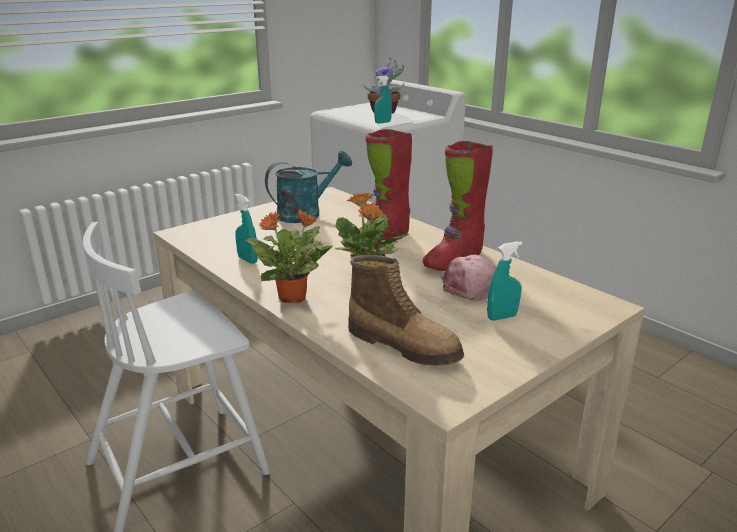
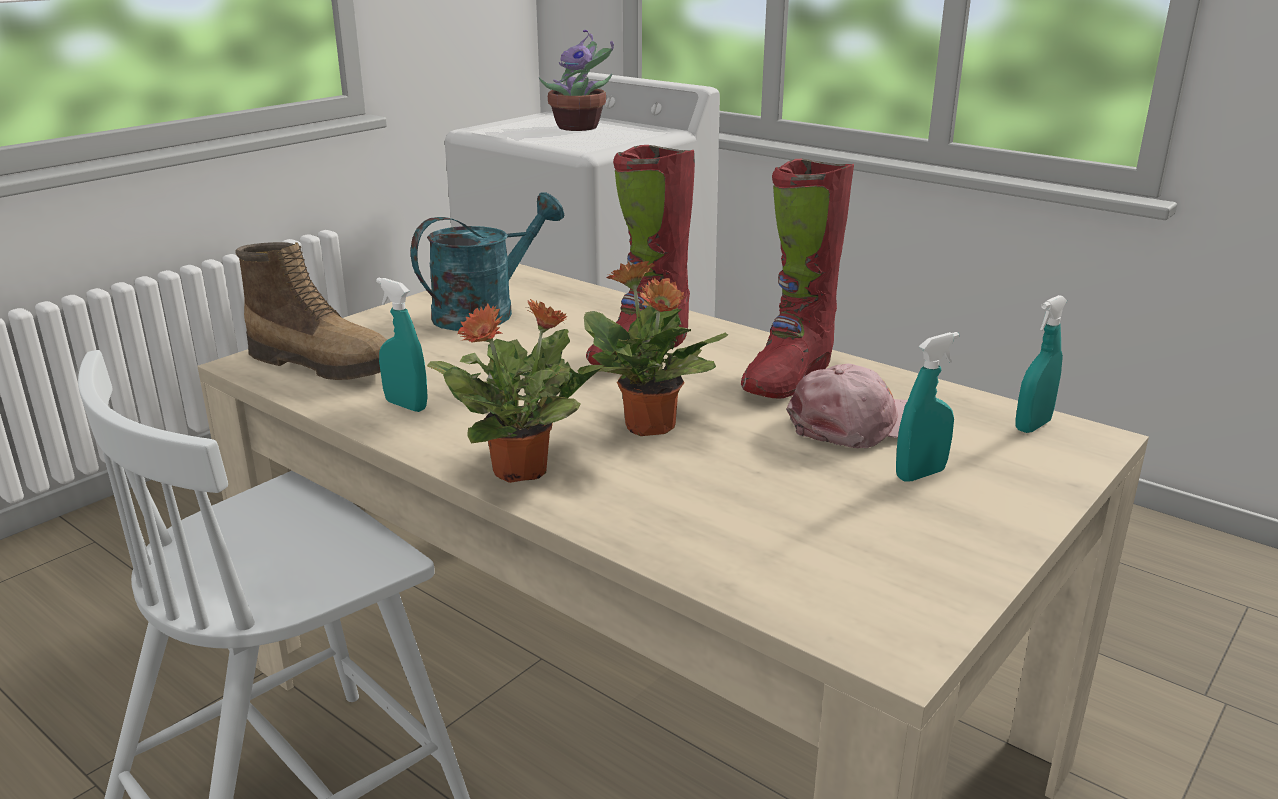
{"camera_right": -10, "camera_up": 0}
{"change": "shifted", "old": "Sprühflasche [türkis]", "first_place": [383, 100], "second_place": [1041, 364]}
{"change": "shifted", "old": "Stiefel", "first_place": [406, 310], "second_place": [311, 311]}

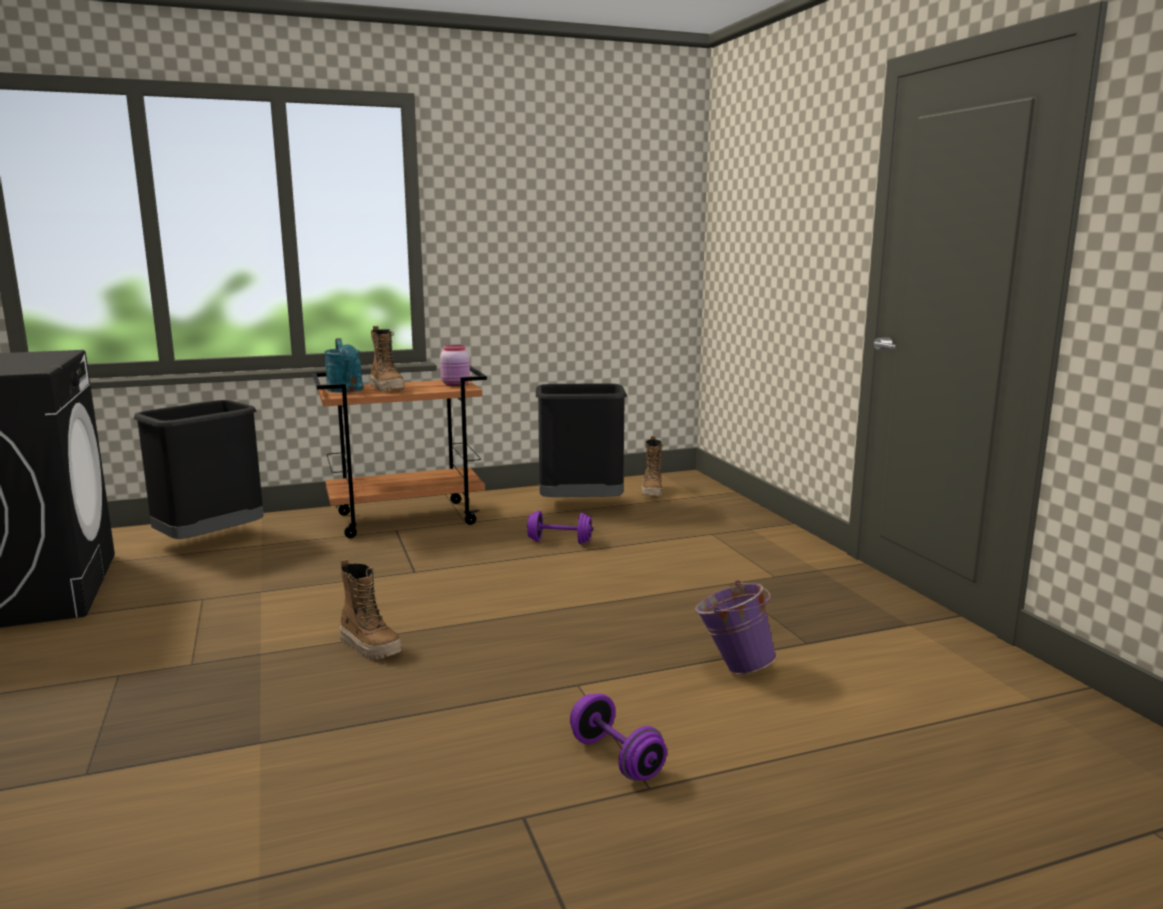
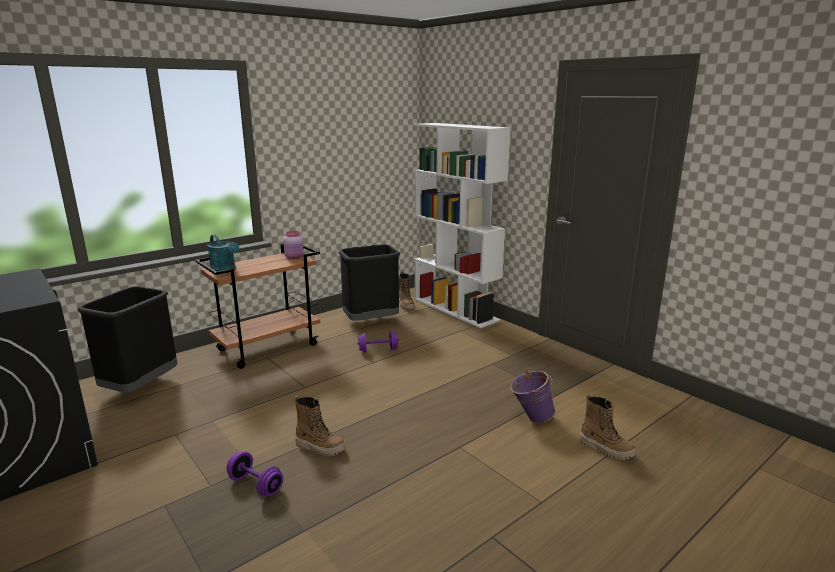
{"camera_right": -20, "camera_up": 5}
{"change": "shifted", "old": "Stiefel", "first_place": [387, 358], "second_place": [608, 427]}
{"change": "shifted", "old": "Hantel [lila]", "first_place": [618, 737], "second_place": [254, 474]}
{"change": "new", "new": "Bücherregal [weiß]", "second_place": [462, 225]}

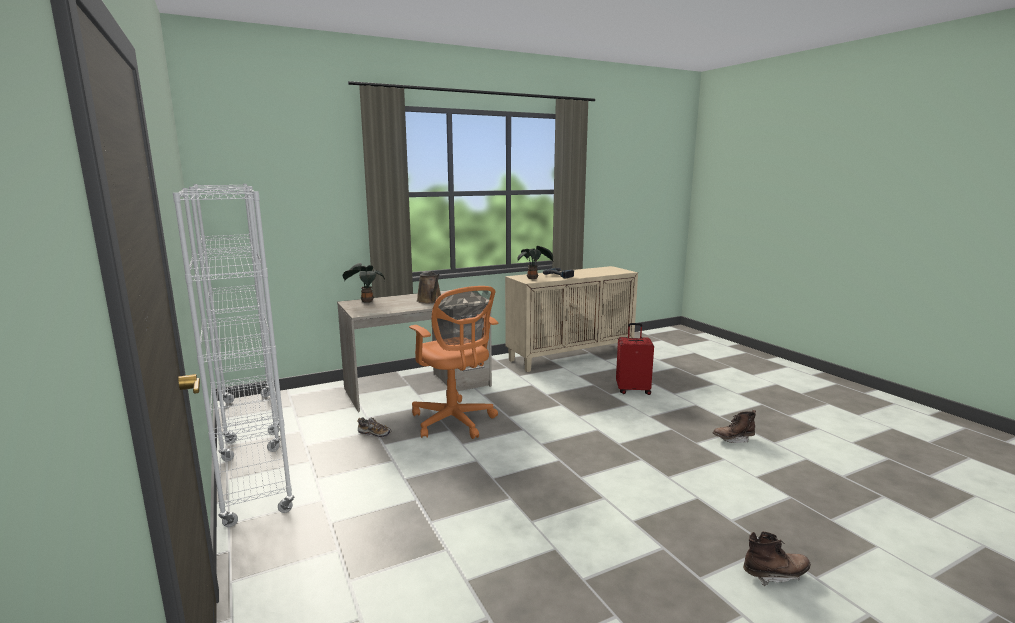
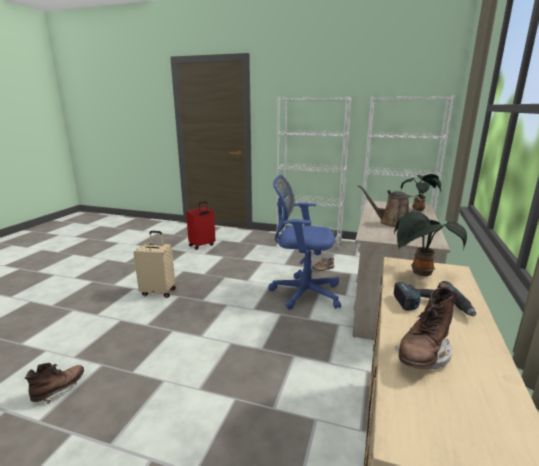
{"camera_right": 135, "camera_up": 5}
{"change": "repainted", "old": "Bürostuhl [orange]", "new": "Bürostuhl [blau]", "first_place": [454, 362], "second_place": [304, 242]}
{"change": "shifted", "old": "Koffer [rot]", "first_place": [635, 359], "second_place": [200, 225]}
{"change": "shifted", "old": "Stiefel [braun]", "first_place": [777, 558], "second_place": [426, 326]}
{"change": "new", "new": "Koffer [beige]", "second_place": [155, 264]}

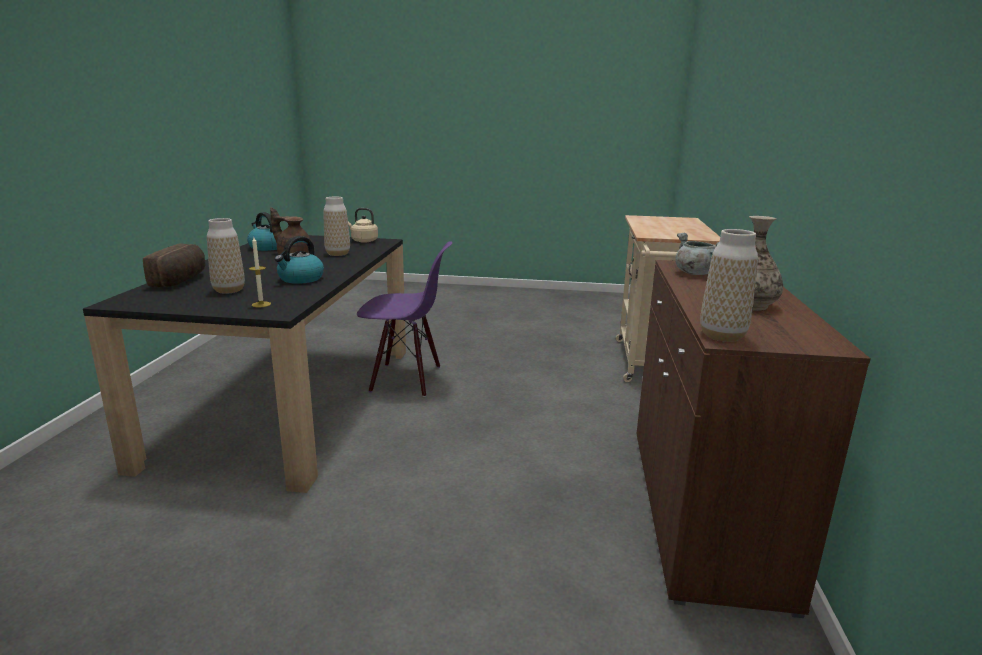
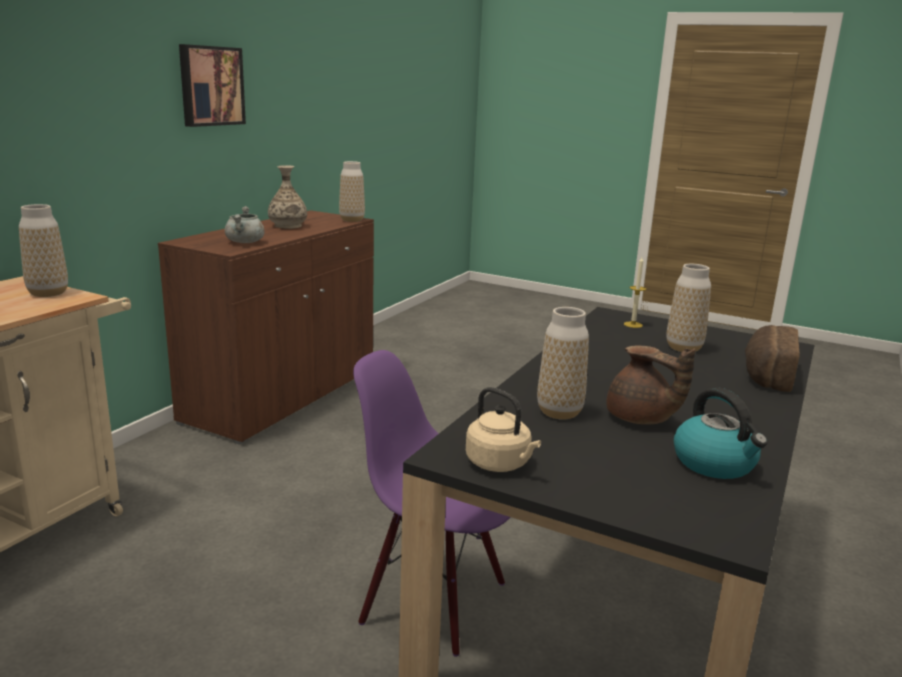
{"camera_right": -160, "camera_up": 0}
{"change": "gone", "old": "Wasserkessel", "first_place": [299, 260]}
{"change": "new", "new": "Bild", "second_place": [212, 85]}
{"change": "new", "new": "Vase", "second_place": [43, 250]}

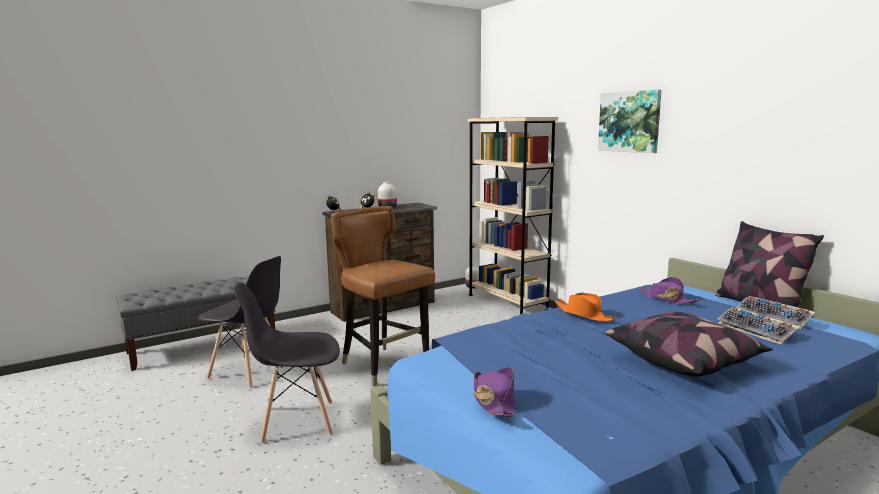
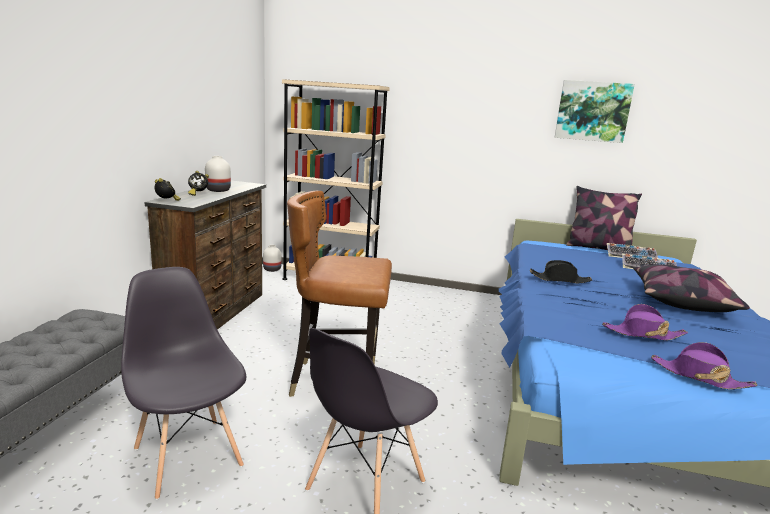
{"camera_right": -45, "camera_up": 5}
{"change": "shifted", "old": "Bild", "first_place": [629, 121], "second_place": [595, 111]}
{"change": "rotated", "old": "Stuhl [grau]", "first_place": [239, 322], "second_place": [183, 383], "degrees": -105}
{"change": "shifted", "old": "Hut [lila]", "first_place": [669, 290], "second_place": [645, 322]}
{"change": "repainted", "old": "Hut [orange]", "new": "Hut [schwarz]", "first_place": [585, 307], "second_place": [561, 271]}

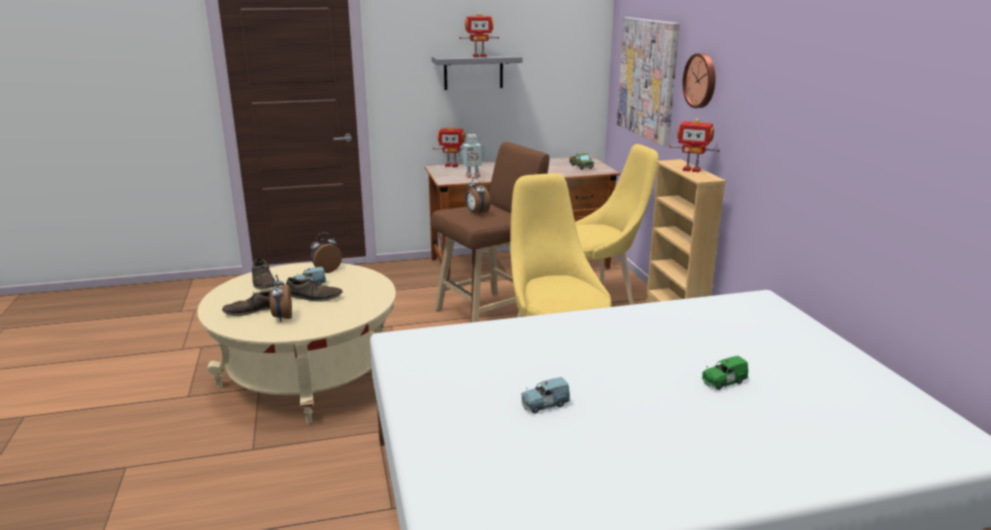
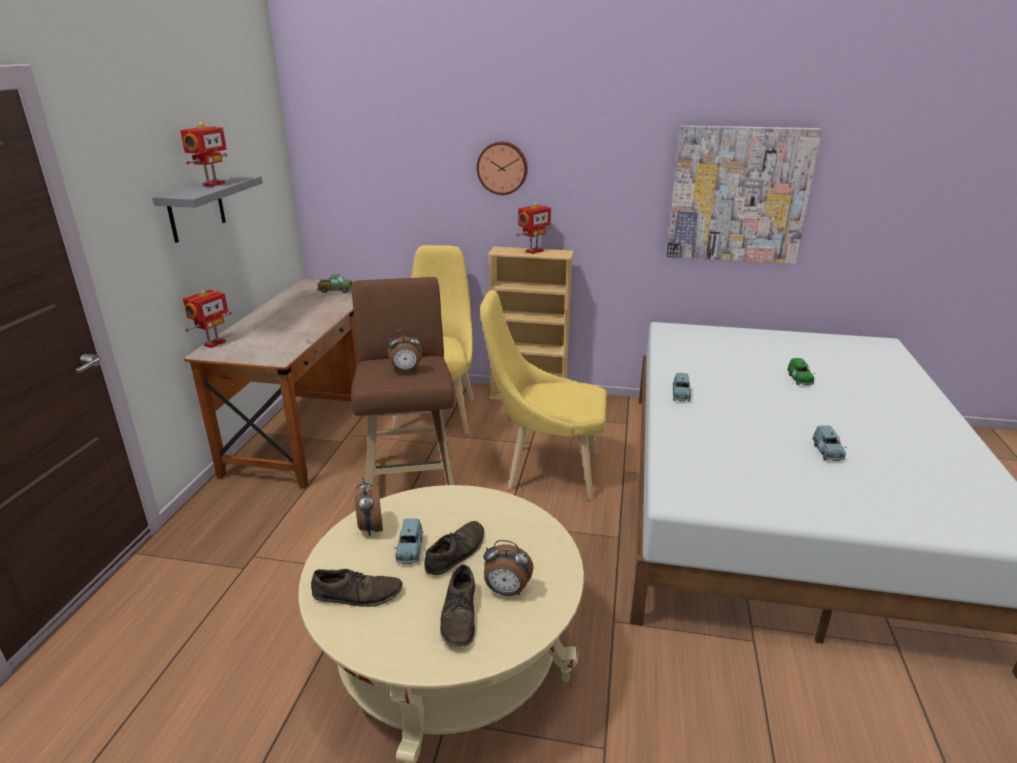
{"camera_right": -65, "camera_up": 5}
{"change": "shifted", "old": "Bild", "first_place": [648, 81], "second_place": [744, 194]}
{"change": "gone", "old": "Spielzeugroboter", "first_place": [471, 156]}
{"change": "new", "new": "Spielzeugauto [blau]", "second_place": [682, 387]}

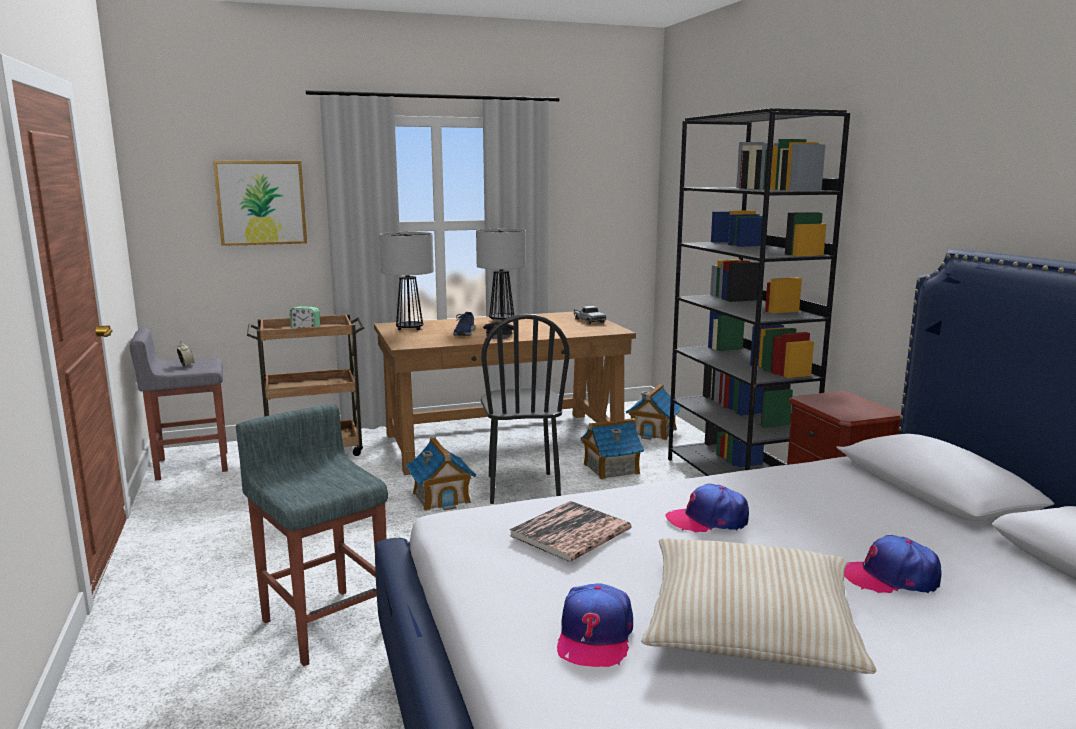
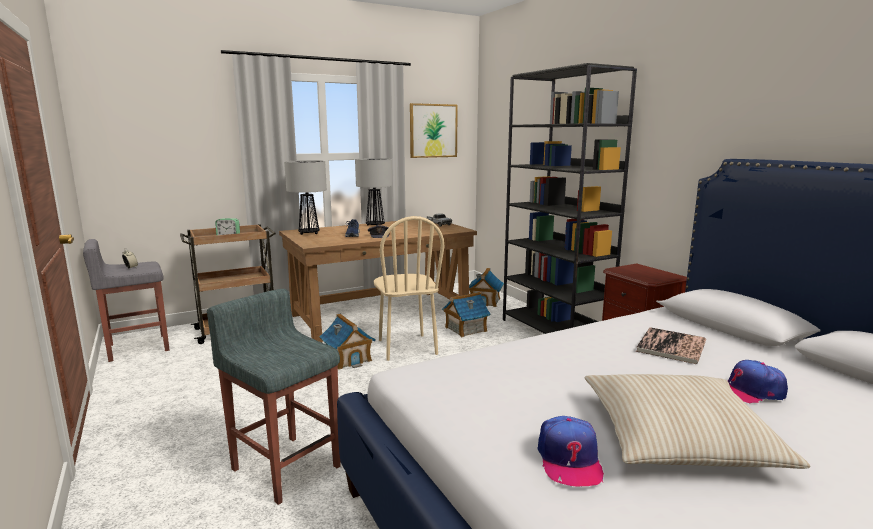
{"camera_right": -10, "camera_up": 0}
{"change": "shifted", "old": "Bild", "first_place": [260, 203], "second_place": [434, 130]}
{"change": "repainted", "old": "Stuhl [schwarz]", "new": "Stuhl [beige]", "first_place": [525, 409], "second_place": [409, 288]}
{"change": "gone", "old": "Kappe", "first_place": [707, 508]}
{"change": "shifted", "old": "Buch", "first_place": [570, 531], "second_place": [671, 345]}

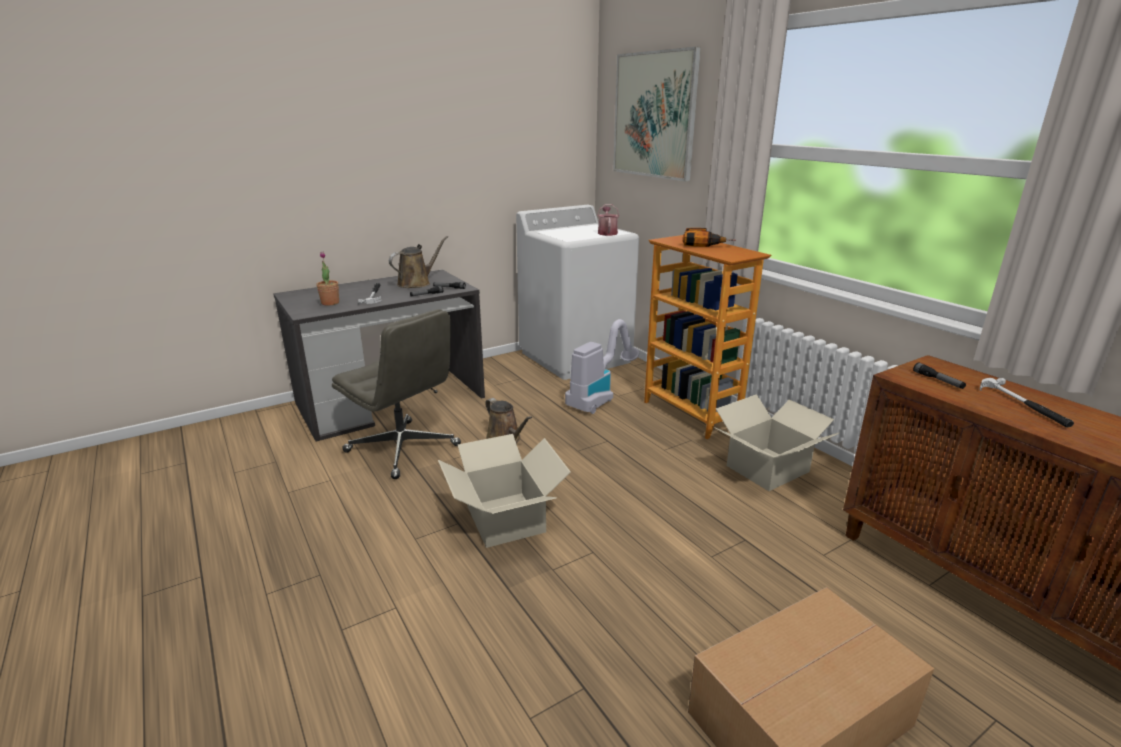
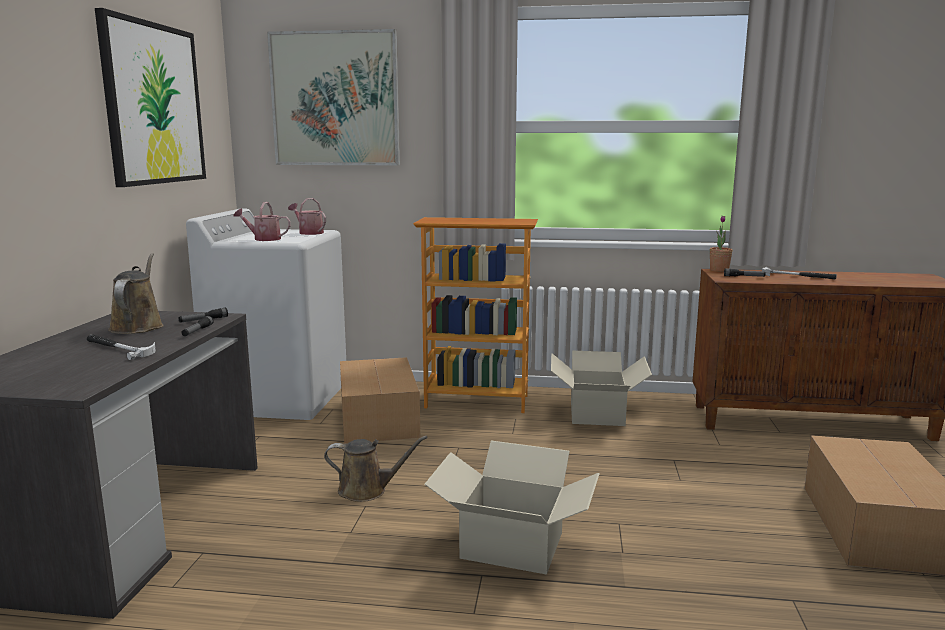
{"camera_right": -50, "camera_up": -10}
{"change": "gone", "old": "Bohrmaschine", "first_place": [709, 237]}
{"change": "shifted", "old": "Topfpflanze", "first_place": [327, 278], "second_place": [721, 244]}
{"change": "gone", "old": "Bürostuhl [grau]", "first_place": [396, 394]}
{"change": "swapped", "old": "Staubsauger", "new": "Karton", "first_place": [602, 366], "second_place": [380, 400]}
{"change": "new", "new": "Bild", "second_place": [150, 97]}
{"change": "new", "new": "Gießkanne", "second_place": [262, 221]}

